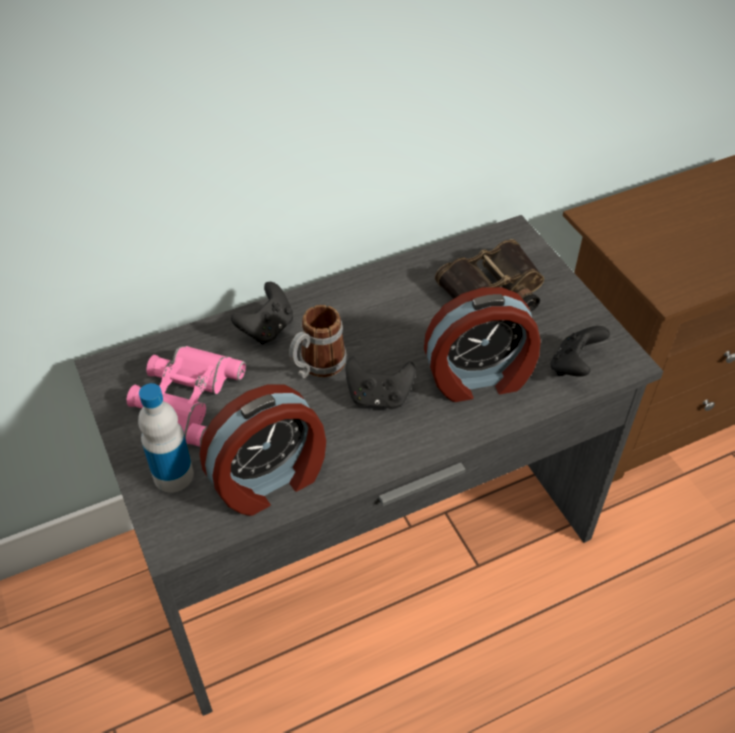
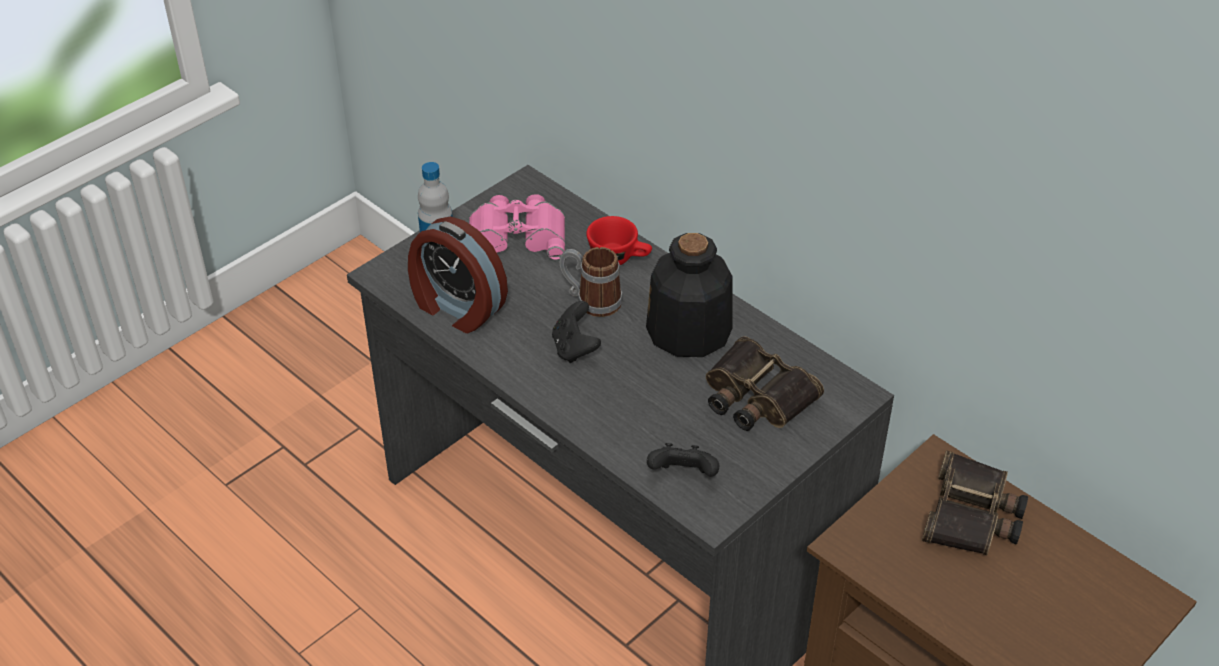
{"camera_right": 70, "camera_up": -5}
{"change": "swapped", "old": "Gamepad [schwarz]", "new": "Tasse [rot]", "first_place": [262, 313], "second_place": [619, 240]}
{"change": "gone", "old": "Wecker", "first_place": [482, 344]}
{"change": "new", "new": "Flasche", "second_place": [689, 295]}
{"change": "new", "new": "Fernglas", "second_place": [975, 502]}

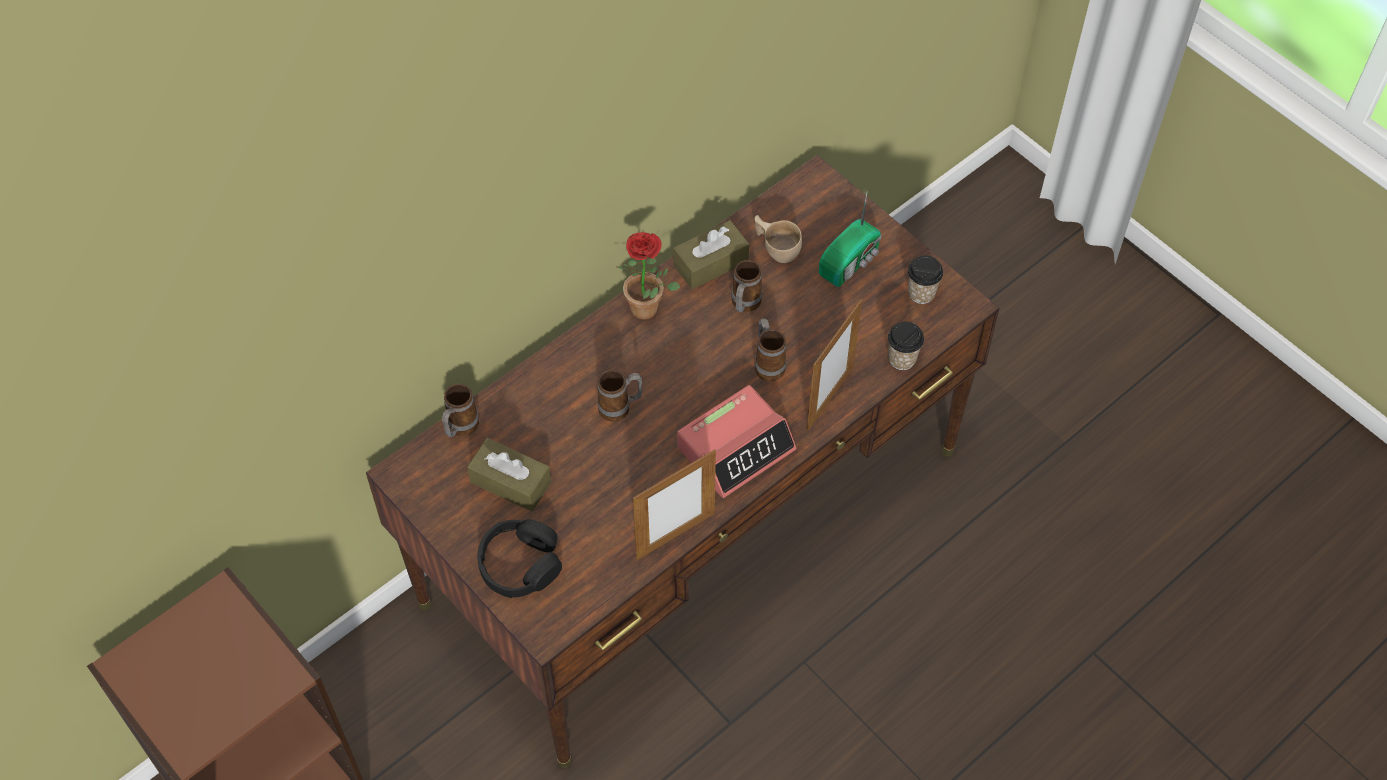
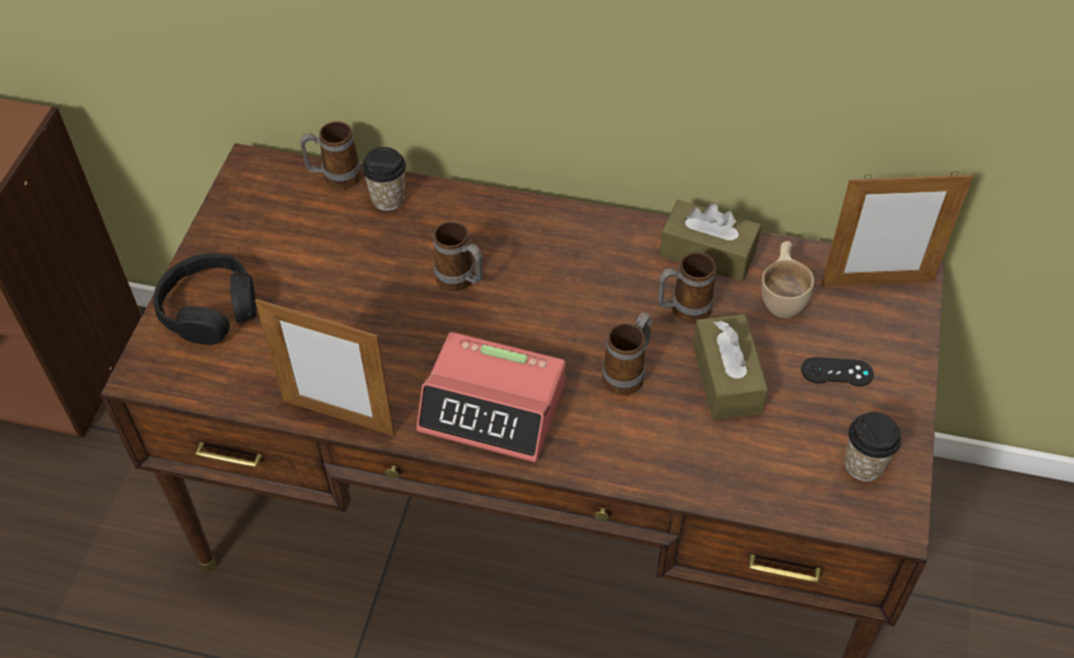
{"camera_right": 55, "camera_up": -5}
{"change": "swapped", "old": "Radio", "new": "Gamepad [schwarz]", "first_place": [850, 238], "second_place": [837, 371]}
{"change": "gone", "old": "Topfpflanze", "first_place": [648, 276]}
{"change": "shifted", "old": "Bilderrahmen", "first_place": [834, 365], "second_place": [897, 229]}
{"change": "shifted", "old": "Tasse", "first_place": [906, 345], "second_place": [384, 179]}
{"change": "shifted", "old": "Taschentuchbox [braun]", "first_place": [509, 475], "second_place": [730, 366]}

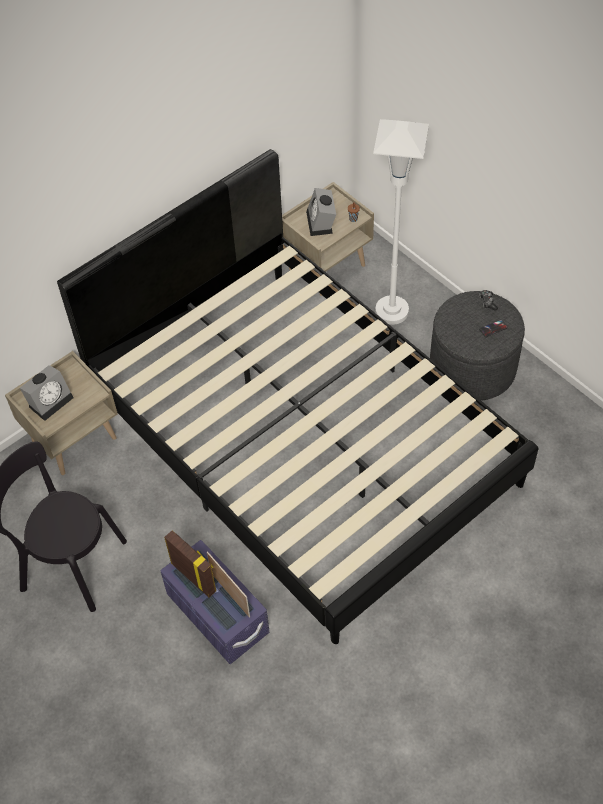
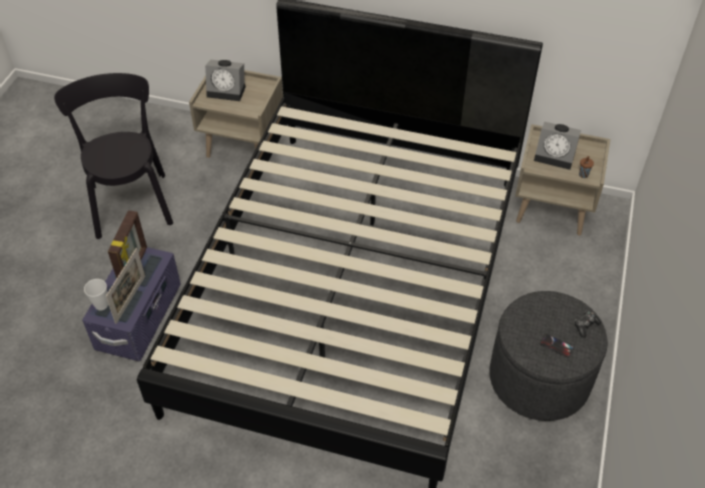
{"camera_right": 55, "camera_up": -5}
{"change": "gone", "old": "Stehlampe [weiß]", "first_place": [401, 222]}
{"change": "rotated", "old": "Wecker", "first_place": [321, 212], "second_place": [557, 146], "degrees": -120}
{"change": "new", "new": "Tasse", "second_place": [96, 295]}

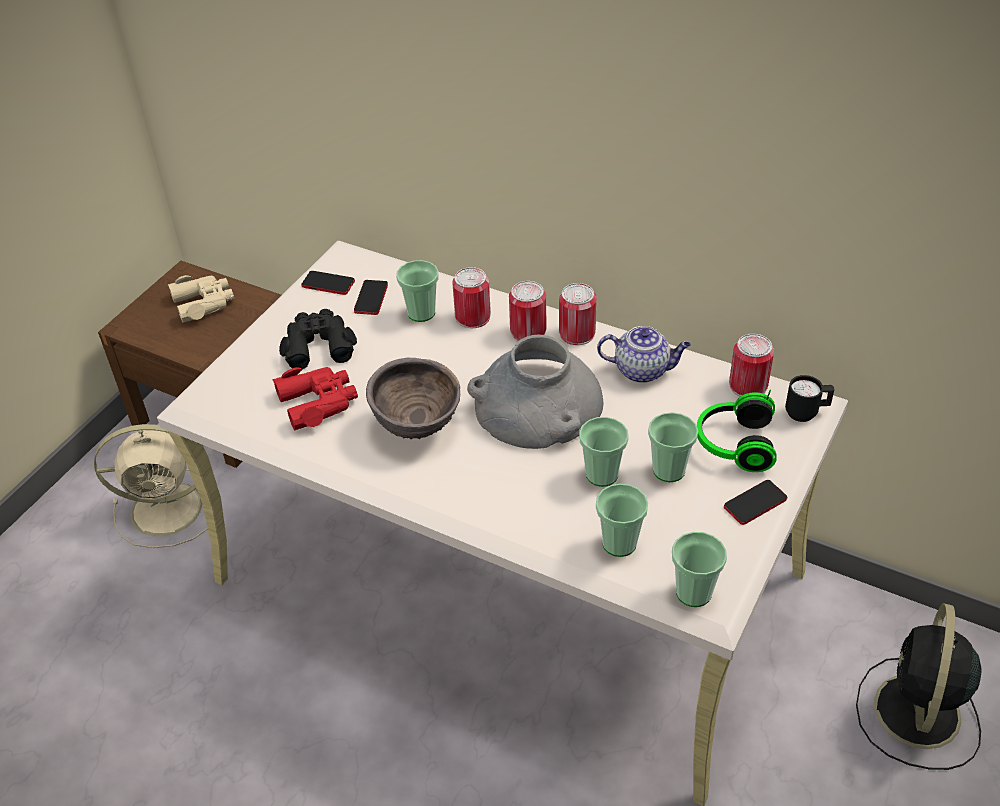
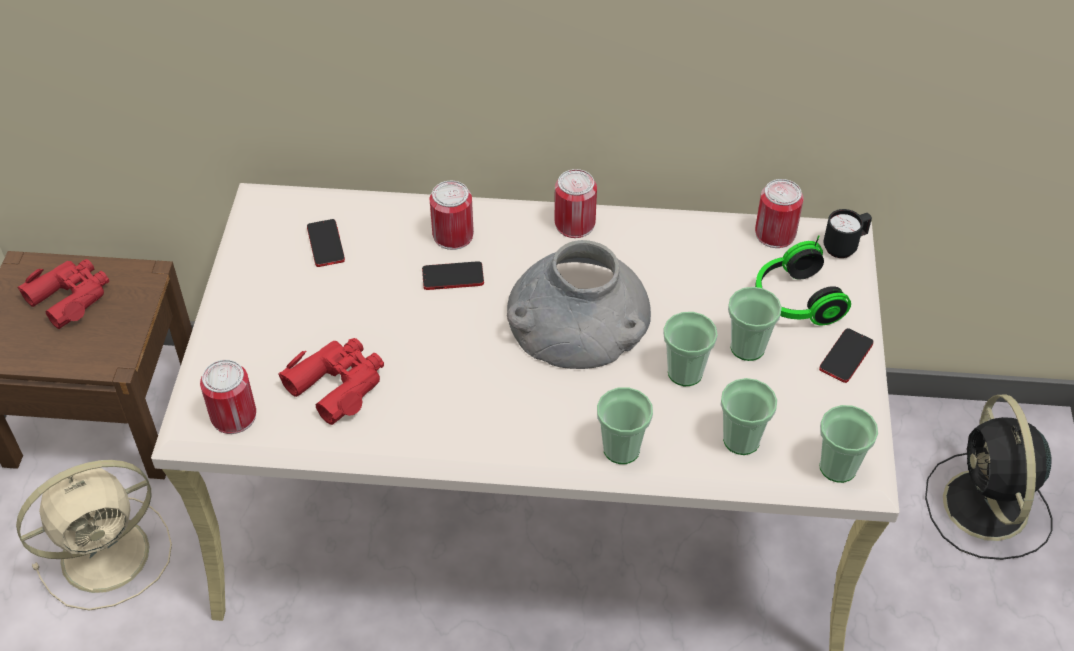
{"camera_right": -25, "camera_up": 5}
{"change": "shifted", "old": "Tasse", "first_place": [417, 291], "second_place": [625, 425]}
{"change": "shifted", "old": "Handy", "first_place": [328, 283], "second_place": [453, 275]}
{"change": "repainted", "old": "Fernglas [beige]", "new": "Fernglas [rot]", "first_place": [201, 299], "second_place": [63, 294]}
{"change": "shifted", "old": "Dose", "first_place": [527, 311], "second_place": [228, 397]}
{"change": "gone", "old": "Fernglas [schwarz]", "first_place": [318, 339]}
{"change": "gone", "old": "Teekanne", "first_place": [644, 354]}
{"change": "gone", "old": "Schüssel [braun]", "first_place": [413, 398]}

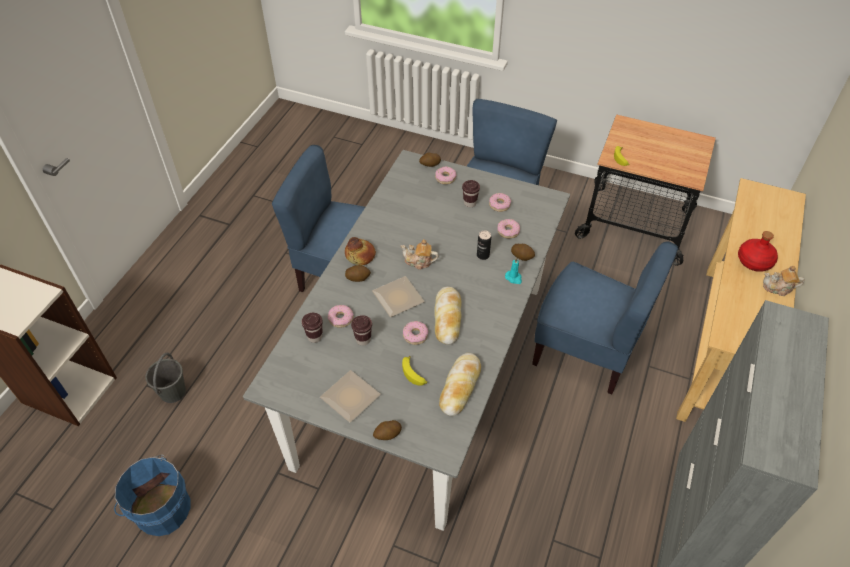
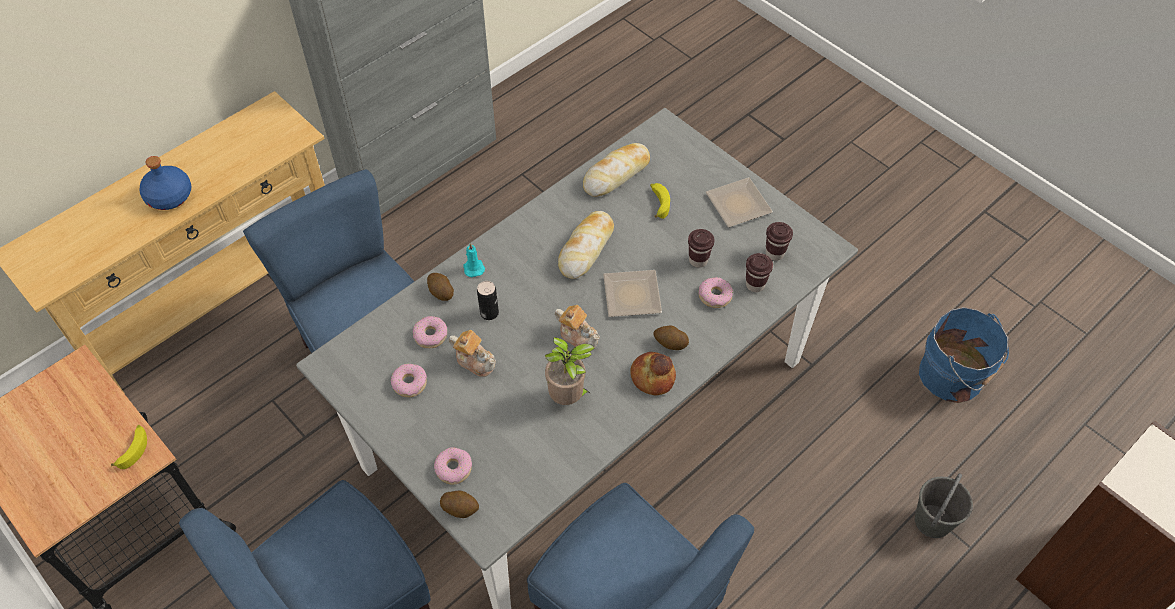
{"camera_right": -155, "camera_up": 5}
{"change": "shifted", "old": "Tasse [braun]", "first_place": [471, 193], "second_place": [779, 241]}
{"change": "repainted", "old": "Flasche [rot]", "new": "Flasche [blau]", "first_place": [758, 251], "second_place": [166, 183]}
{"change": "shifted", "old": "Teekanne", "first_place": [783, 281], "second_place": [472, 353]}
{"change": "gone", "old": "Donut", "first_place": [416, 333]}
{"change": "gone", "old": "Kartoffel", "first_place": [387, 430]}
{"change": "new", "new": "Topfpflanze", "second_place": [570, 371]}

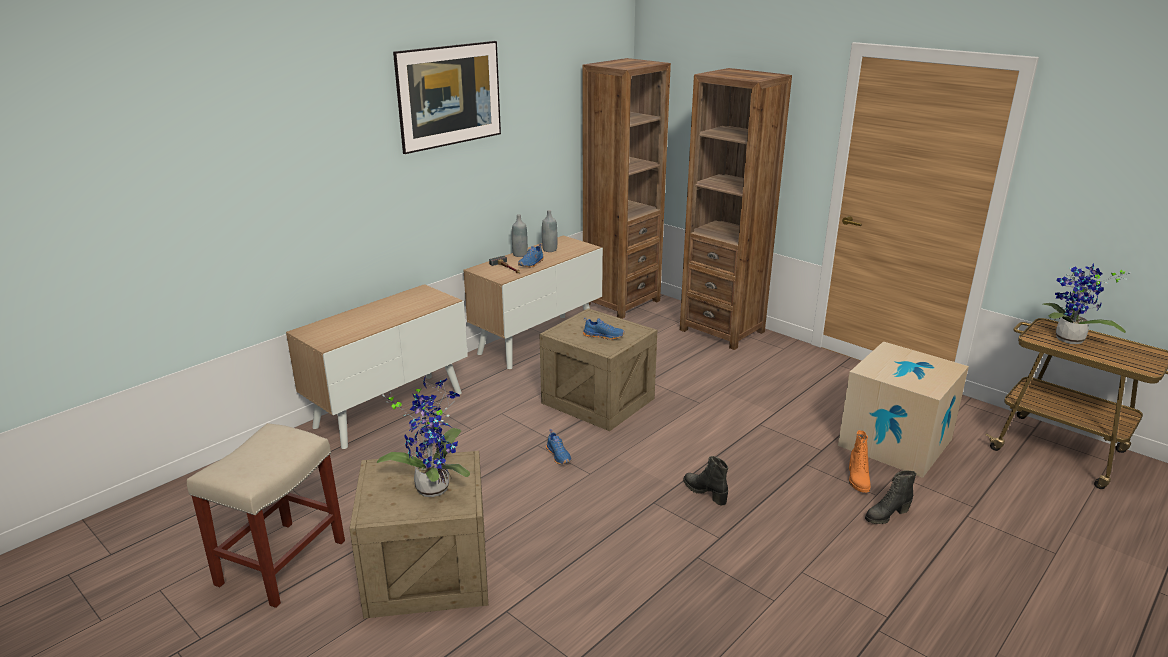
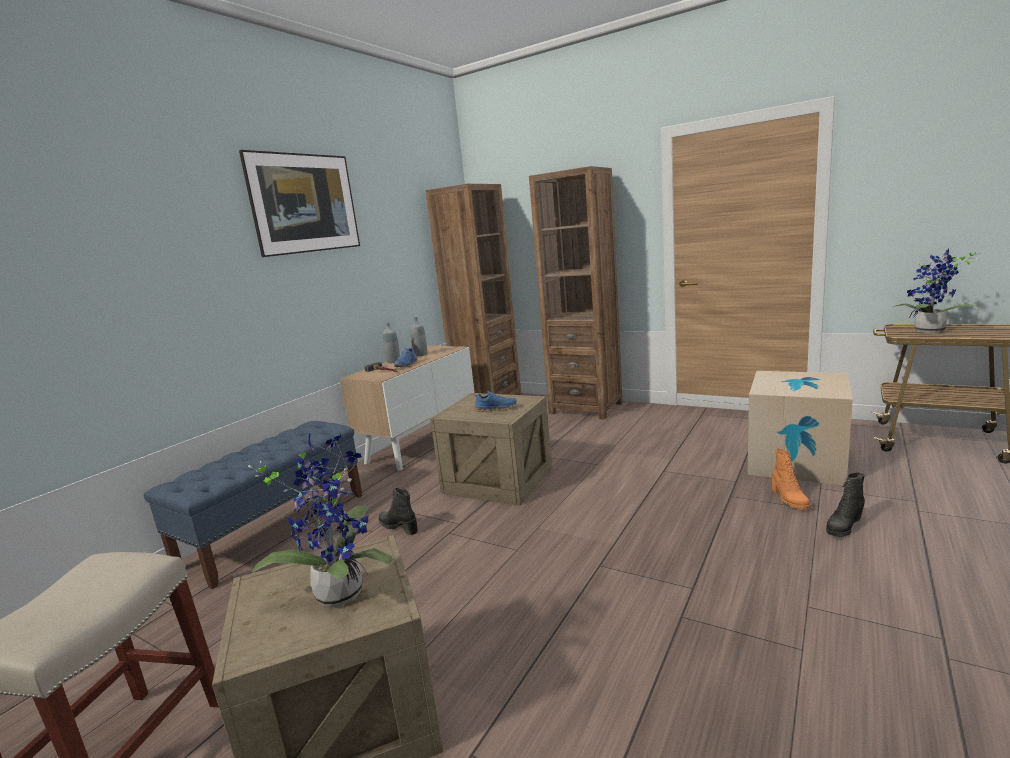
{"camera_right": -10, "camera_up": -10}
{"change": "swapped", "old": "Schrank", "new": "Bank [blau]", "first_place": [377, 366], "second_place": [253, 505]}
{"change": "gone", "old": "Schuh [blau]", "first_place": [558, 447]}
{"change": "shifted", "old": "Stiefel [schwarz]", "first_place": [705, 481], "second_place": [398, 511]}

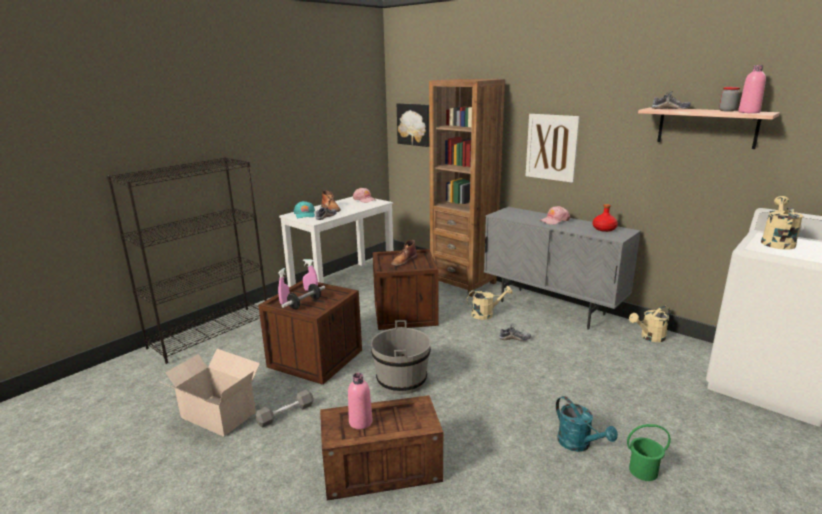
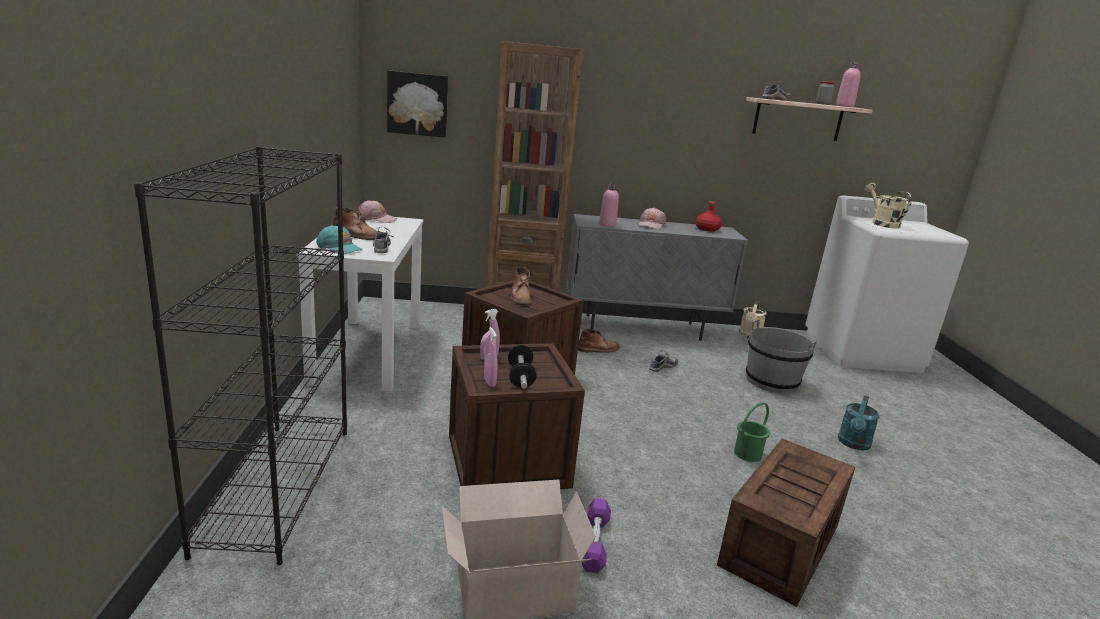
{"camera_right": -45, "camera_up": 0}
{"change": "gone", "old": "Bild", "first_place": [553, 148]}
{"change": "swapped", "old": "Gießkanne [beige]", "new": "Stiefel [braun]", "first_place": [490, 303], "second_place": [599, 340]}
{"change": "shifted", "old": "Eimer [grau]", "first_place": [401, 357], "second_place": [781, 356]}
{"change": "shifted", "old": "Flasche [rosa]", "first_place": [360, 401], "second_place": [609, 205]}
{"change": "repainted", "old": "Hantel [grau]", "new": "Hantel [lila]", "first_place": [285, 409], "second_place": [596, 536]}
{"change": "rotated", "old": "Gießkanne [türkis]", "first_place": [587, 424], "second_place": [859, 422], "degrees": 105}
{"change": "shifted", "old": "Eimer [grün]", "first_place": [649, 452], "second_place": [752, 432]}

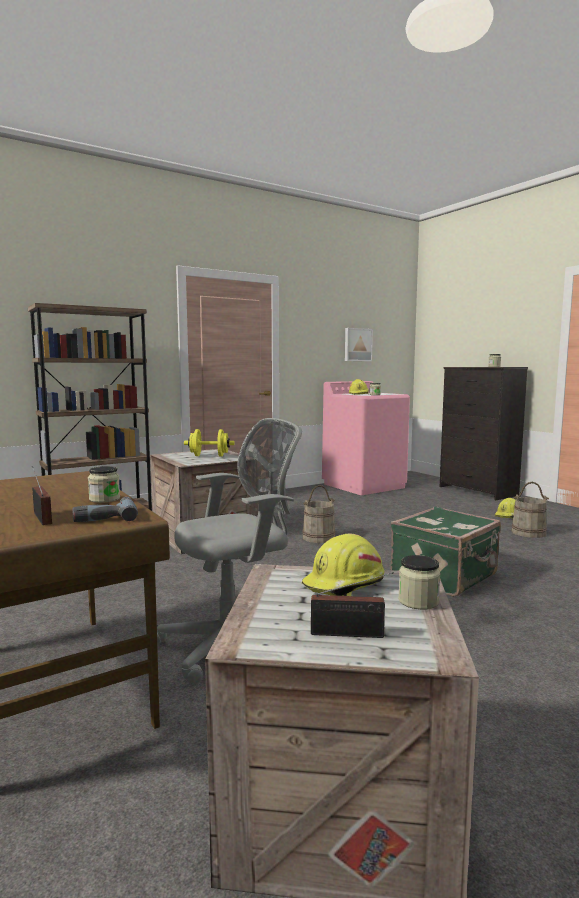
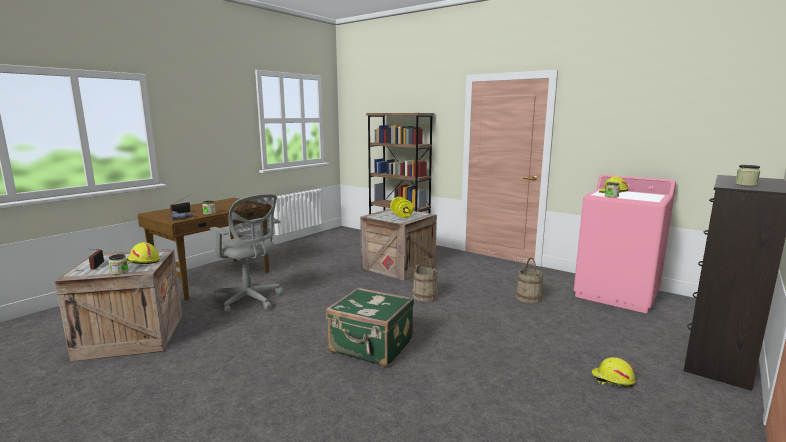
{"camera_right": 70, "camera_up": 5}
{"change": "gone", "old": "Bild", "first_place": [359, 344]}
{"change": "shifted", "old": "Eimer [beige]", "first_place": [530, 510], "second_place": [529, 281]}

